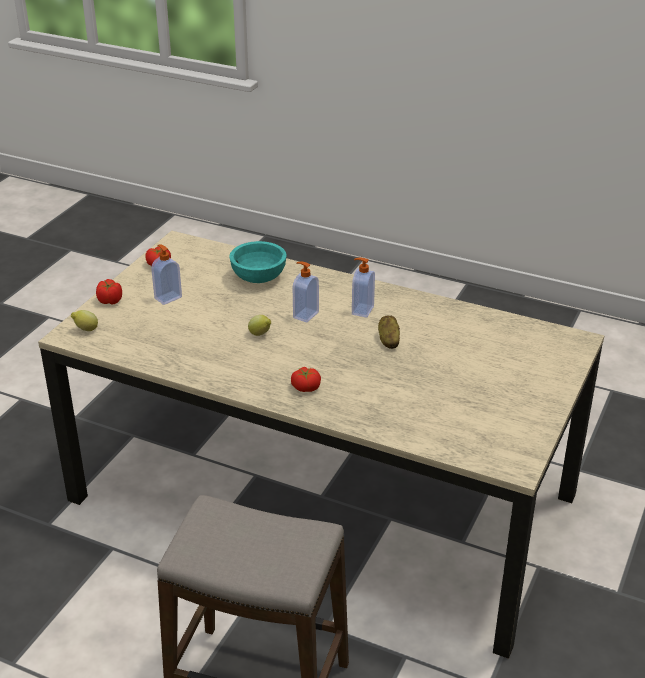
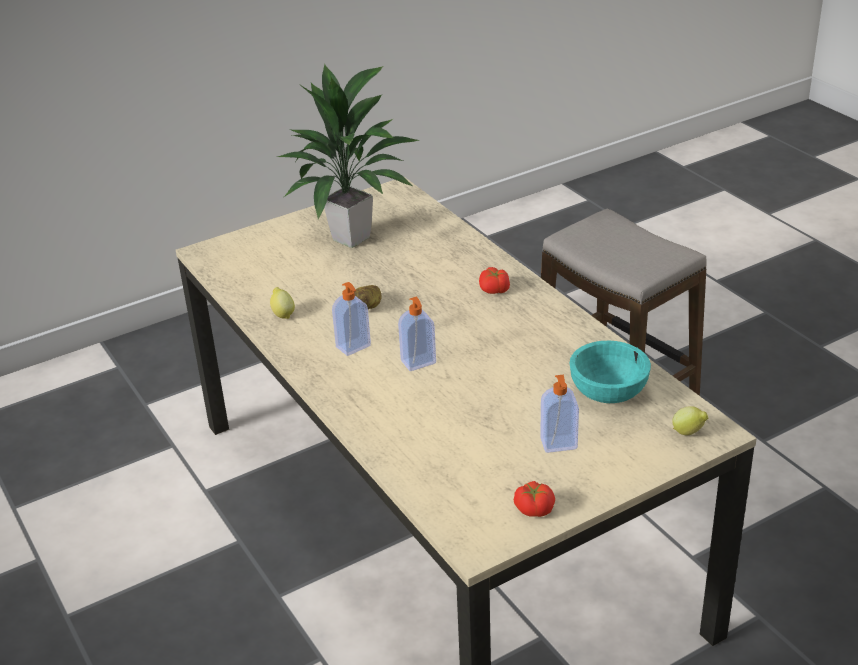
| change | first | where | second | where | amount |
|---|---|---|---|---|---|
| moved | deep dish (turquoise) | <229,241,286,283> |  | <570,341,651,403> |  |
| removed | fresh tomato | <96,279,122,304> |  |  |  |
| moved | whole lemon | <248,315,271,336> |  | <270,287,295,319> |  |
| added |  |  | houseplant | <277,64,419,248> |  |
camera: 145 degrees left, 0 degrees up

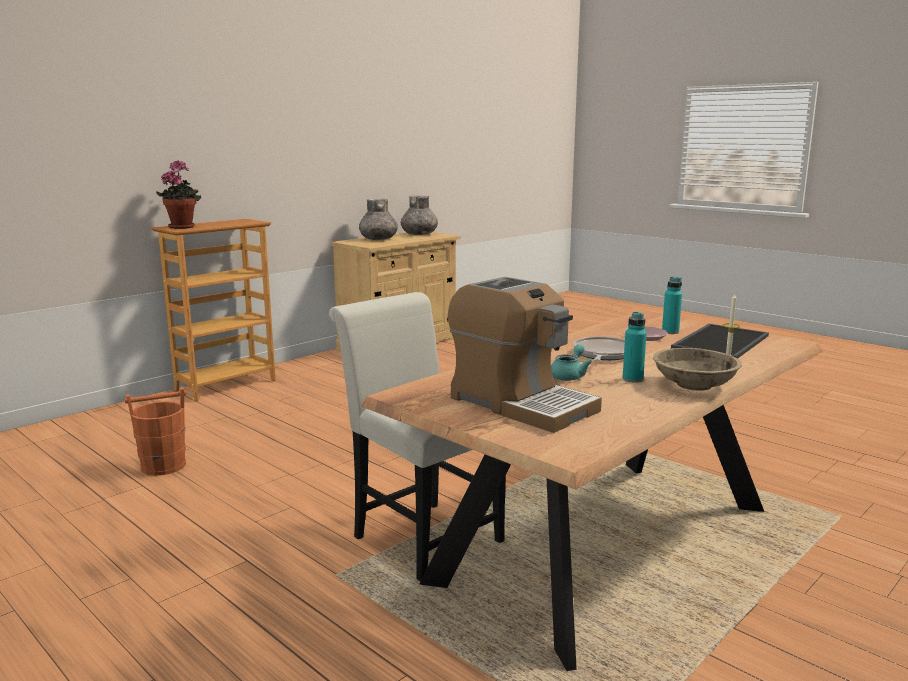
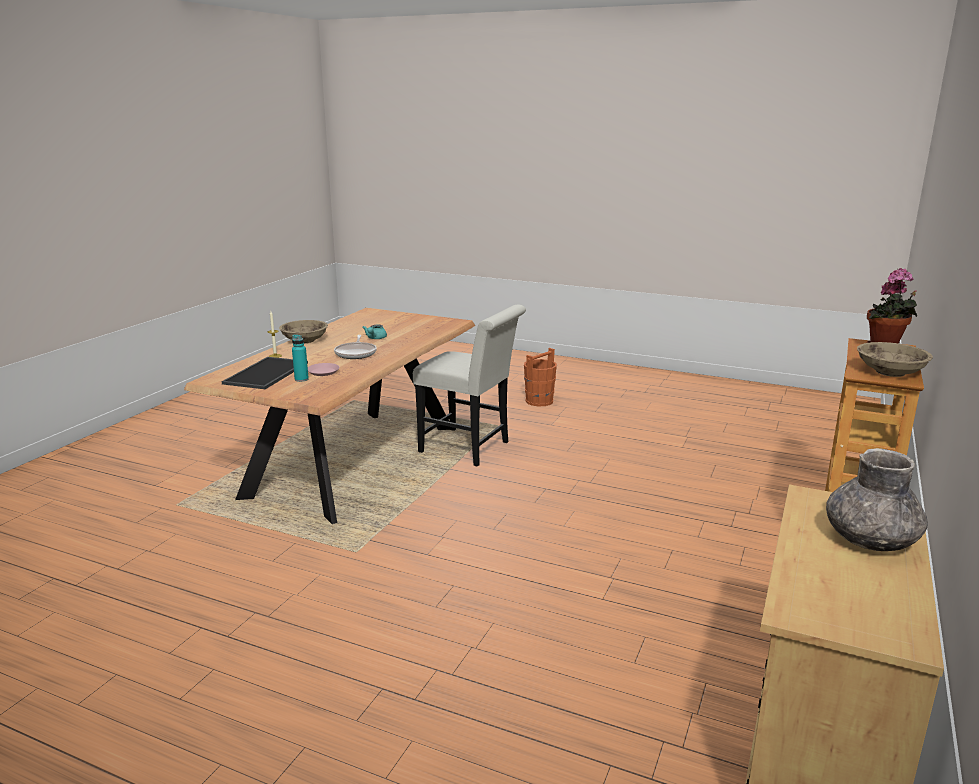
| change | first | where | second | where | amount |
|---|---|---|---|---|---|
| removed | decorative vase (gray) | <401,195,438,235> |  |  |  |
| removed | coffee brewer | <448,277,602,433> |  |  |  |
| removed | bottle (turquoise) | <622,312,647,383> |  |  |  |
| moved | bucket (orange) | <125,386,186,476> |  | <524,348,557,406> |  |
| added |  |  | deep dish (beige) | <857,342,933,377> |  |
camera: 160 degrees right, 5 degrees up

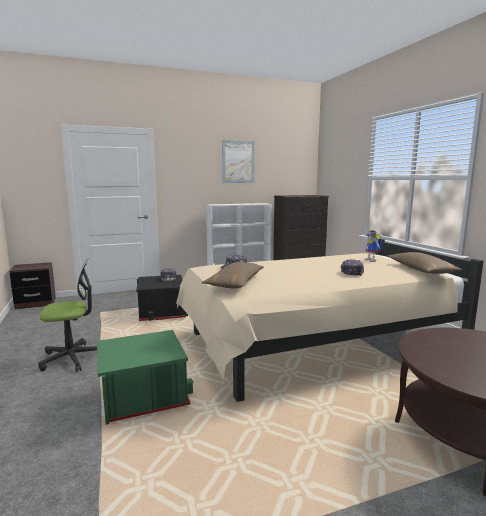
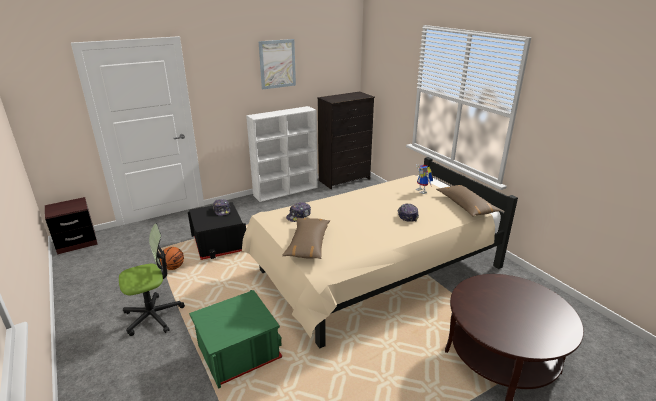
| change | first | where | second | where | amount |
|---|---|---|---|---|---|
| added |  |  | ball for basketball | <159,247,184,270> |  |
camera: 10 degrees left, 15 degrees up

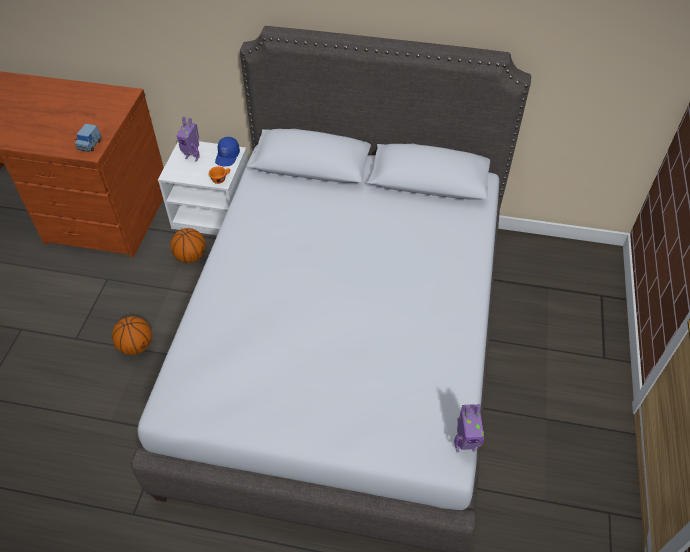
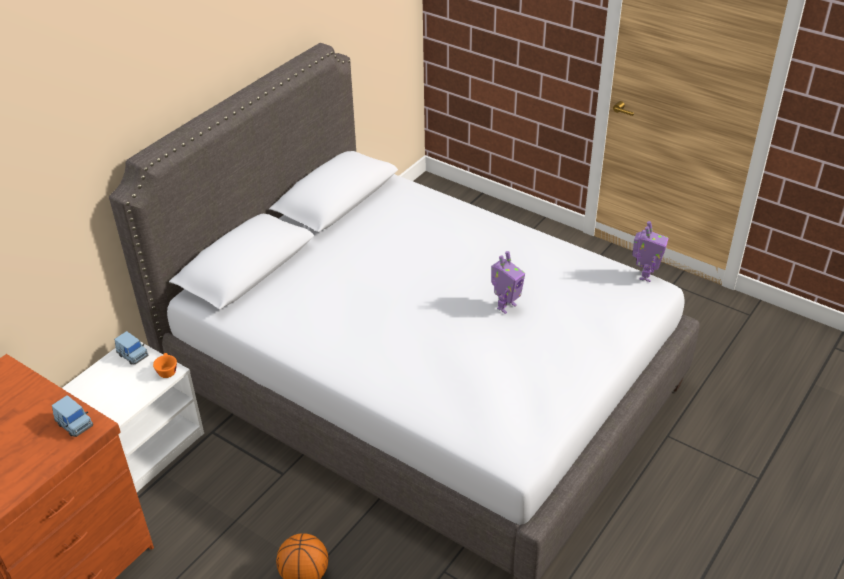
| change | first | where | second | where | amount |
|---|---|---|---|---|---|
| moved | model robot | <176,116,200,162> |  | <491,251,525,314> |  |
| replaced | baseball cap (blue-coloured) | <215,137,240,166> | model car (blue-coloured) | <114,331,148,365> |  |
| removed | ball for basketball | <170,228,206,263> |  |  |  |
camera: 65 degrees left, 10 degrees down

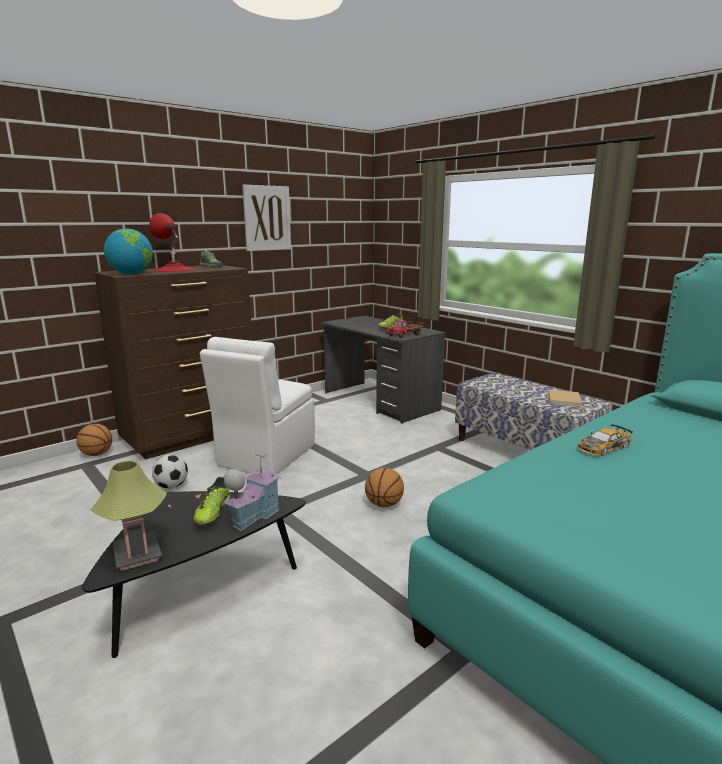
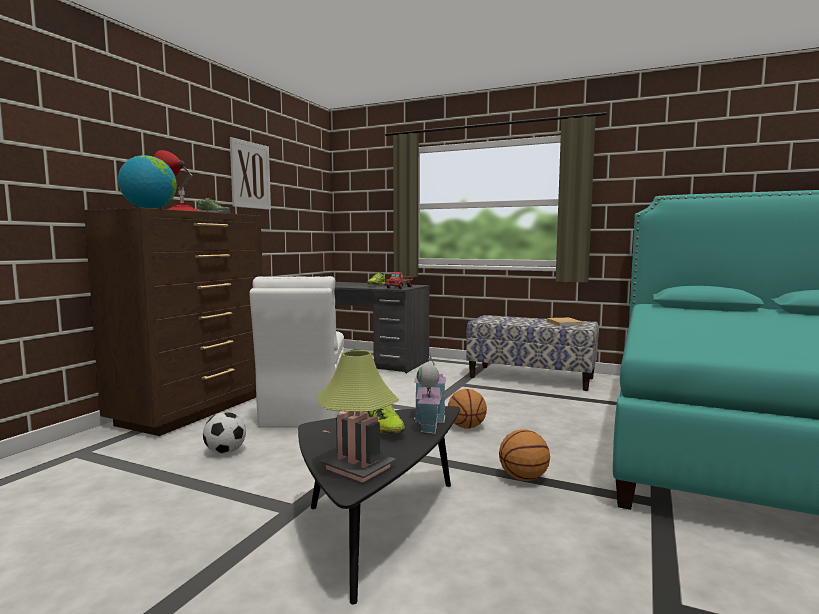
| change | first | where | second | where | amount |
|---|---|---|---|---|---|
| moved | ball for basketball | <76,424,112,456> |  | <499,429,550,481> |  |
| removed | model car | <577,424,633,456> |  |  |  |
camera: 25 degrees left, 10 degrees down

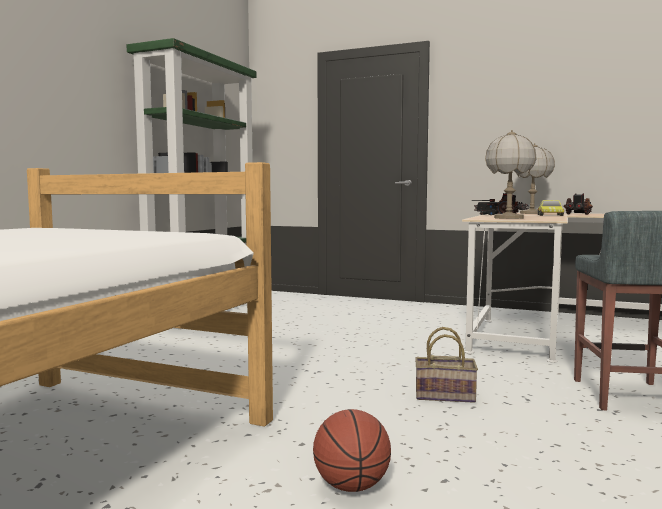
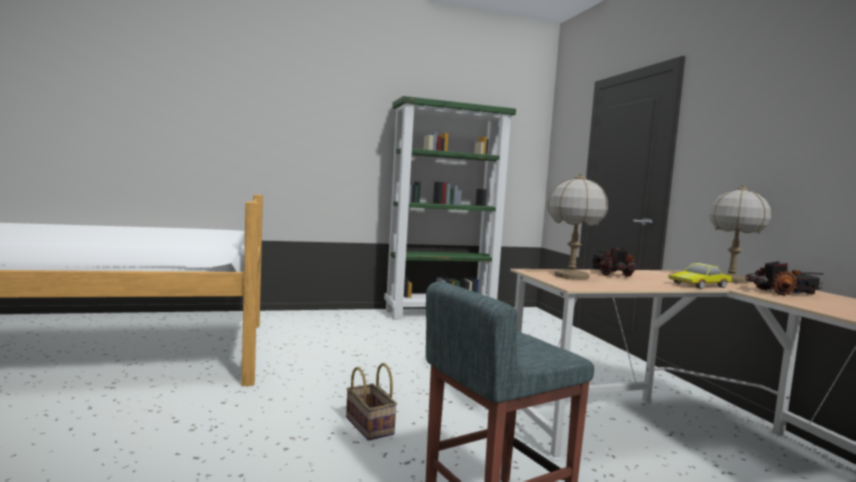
| change | first | where | second | where | amount |
|---|---|---|---|---|---|
| removed | ball for basketball | <313,409,391,492> |  |  |  |
camera: 50 degrees right, 0 degrees up

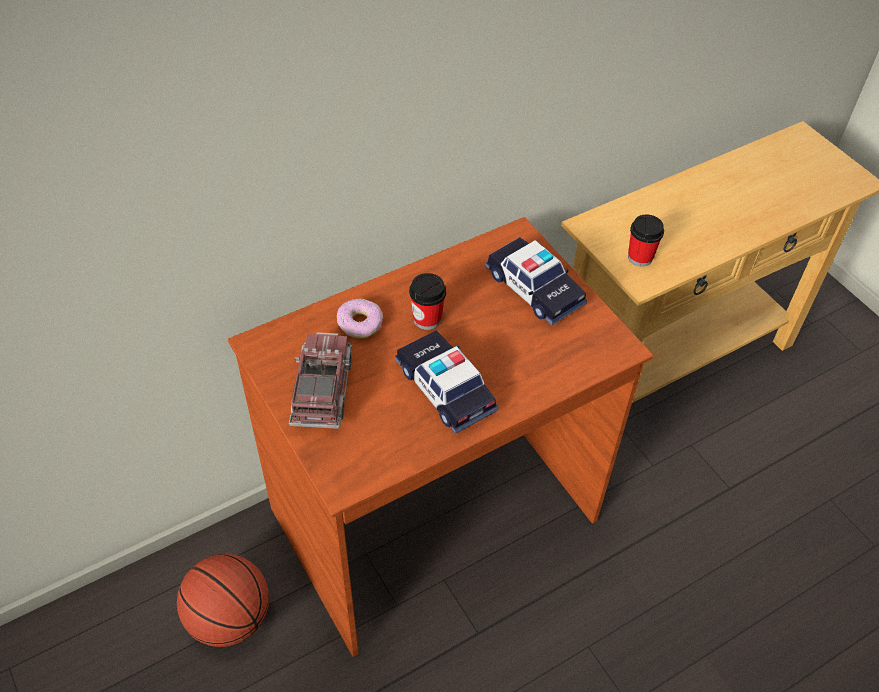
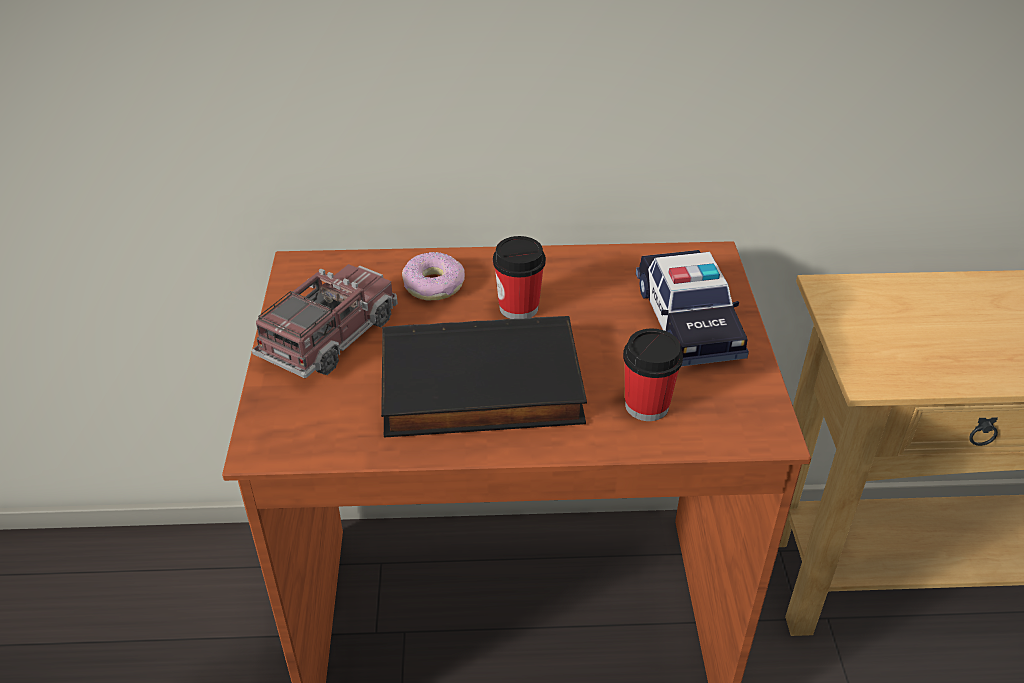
| change | first | where | second | where | amount |
|---|---|---|---|---|---|
| moved | small cup | <628,214,664,267> |  | <623,328,683,421> |  |
| replaced | model car | <395,331,498,434> | volume (black-coloured) | <381,316,587,438> |  |
| removed | ball for basketball | <177,554,269,647> |  |  |  |
camera: 30 degrees right, 10 degrees down

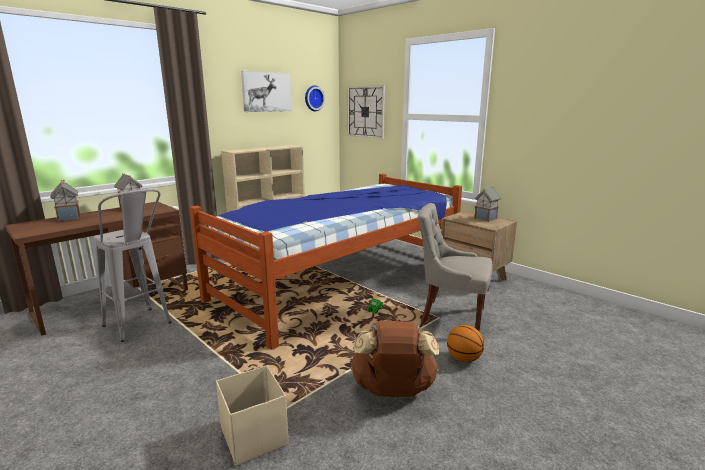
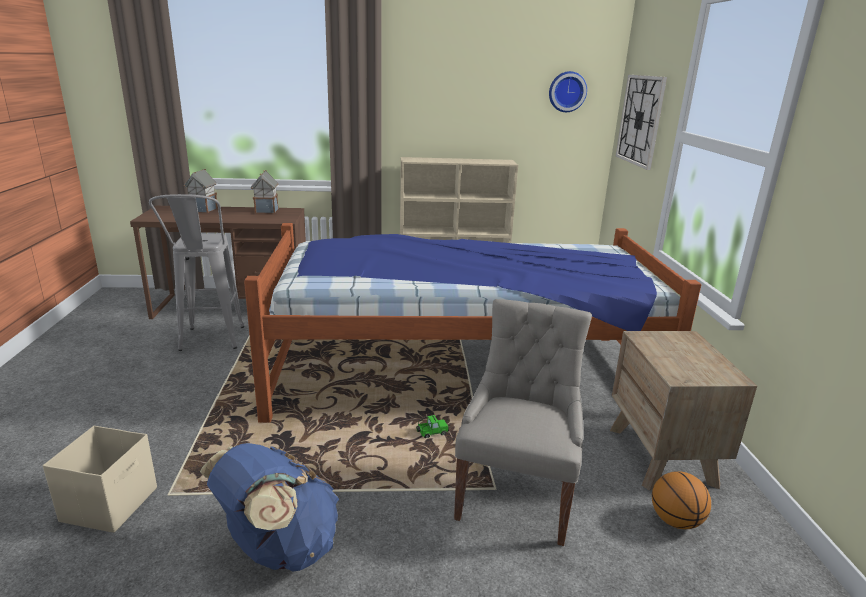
| change | first | where | second | where | amount |
|---|---|---|---|---|---|
| removed | picture | <241,71,292,112> |  |  |  |
| removed | miniature house | <474,186,501,222> |  |  |  |
| turned | chair (gray) | <418,203,493,332> |  | <454,299,592,546> | 45 degrees clockwise |
| recoloured | backpack (brown) | <350,321,439,397> | backpack (blue-coloured) | <200,443,339,571> |  |
| moved | ball for basketball | <447,325,484,362> |  | <652,471,711,529> |  |
camera: 40 degrees right, 5 degrees up

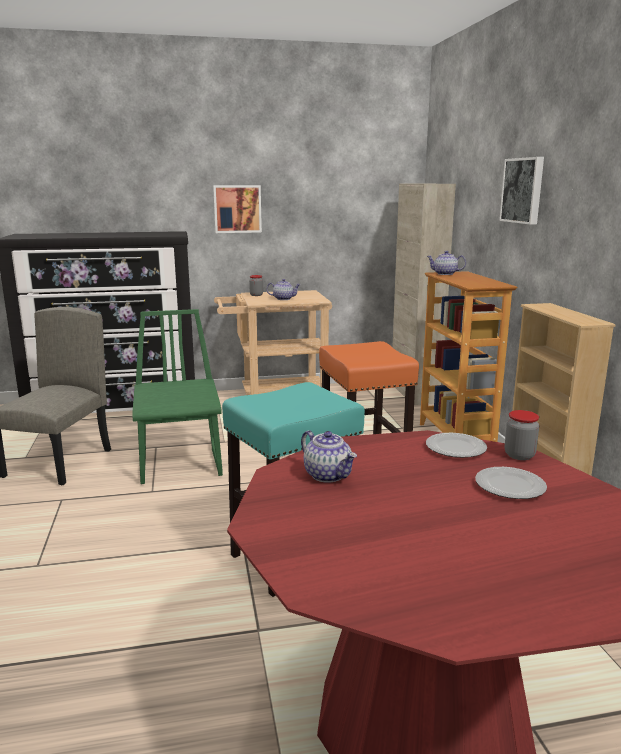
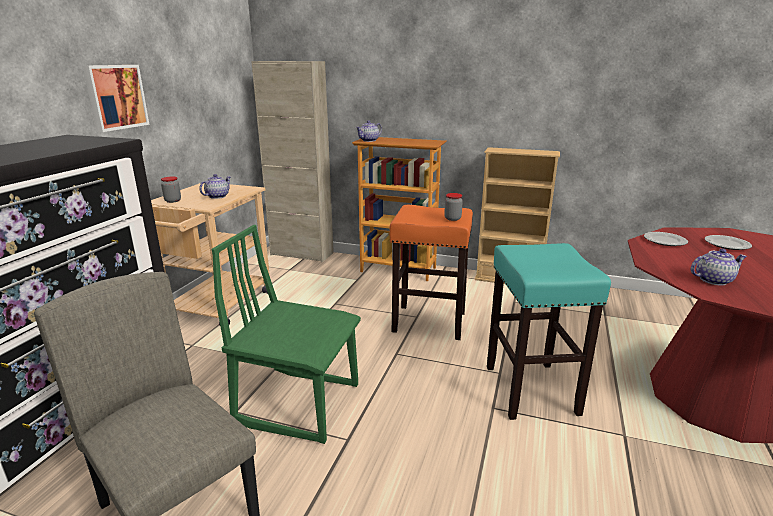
| change | first | where | second | where | amount |
|---|---|---|---|---|---|
| removed | picture | <499,157,544,225> |  |  |  |
| moved | jar | <505,410,539,460> |  | <444,193,463,221> |  |
camera: 60 degrees left, 5 degrees up

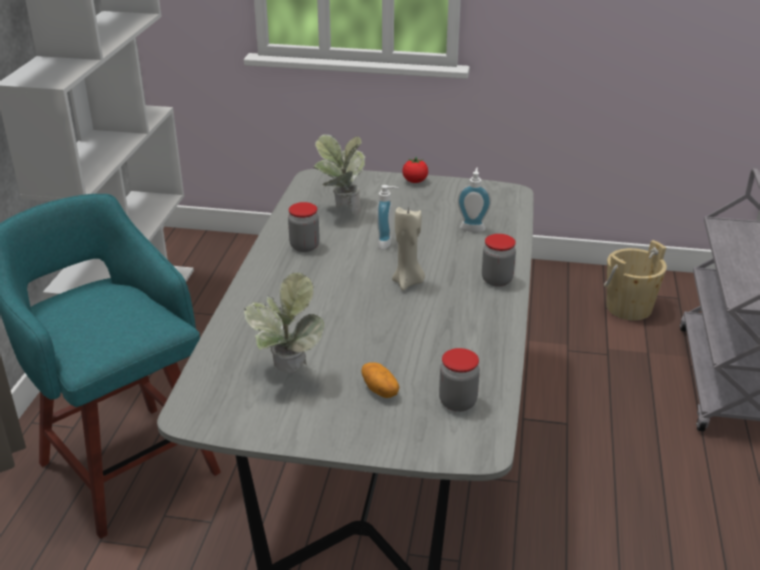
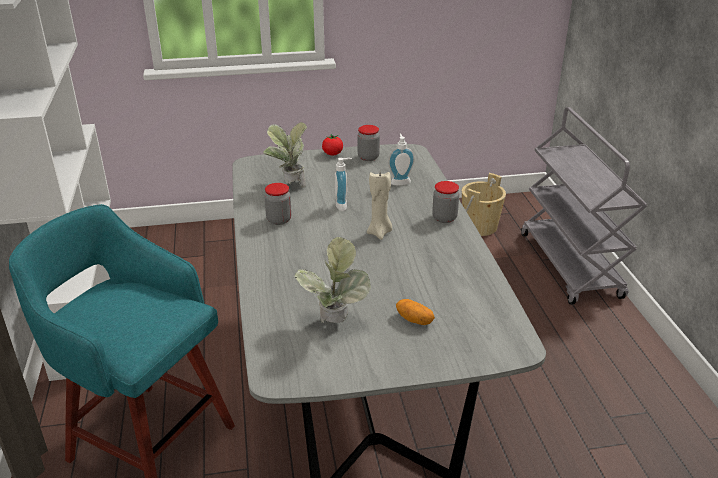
| change | first | where | second | where | amount |
|---|---|---|---|---|---|
| moved | jar | <439,348,480,412> |  | <358,125,380,161> |  |
camera: 20 degrees left, 0 degrees up

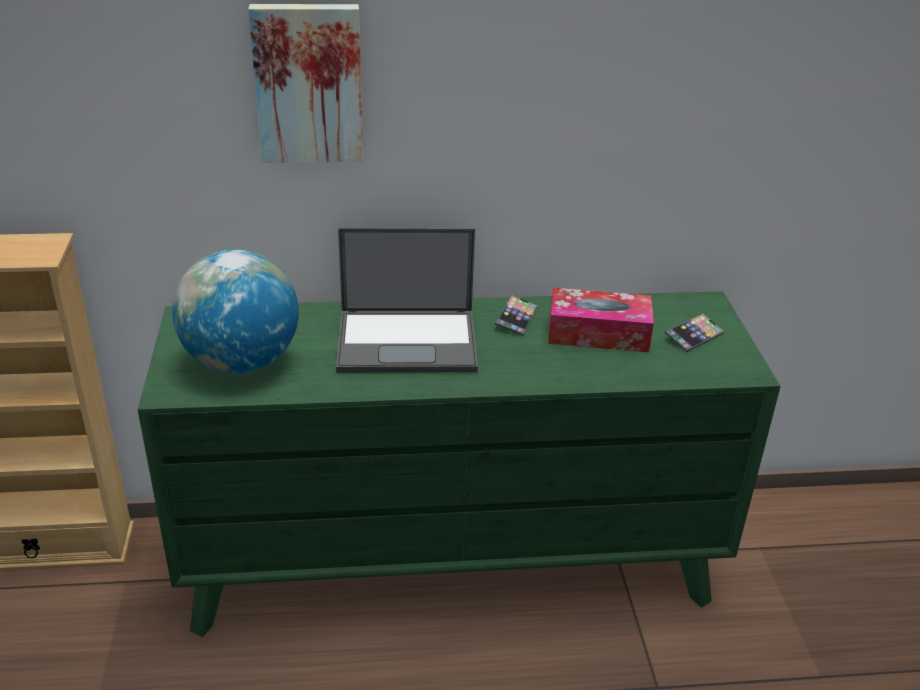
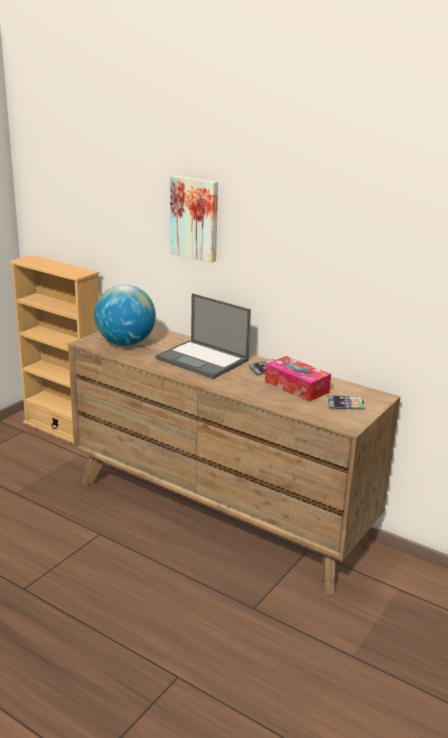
| change | first | where | second | where | amount |
|---|---|---|---|---|---|
| recoloured | dresser (greenish) | <138,291,781,637> | dresser (brown) | <68,326,400,594> |  |
camera: 40 degrees right, 10 degrees down

